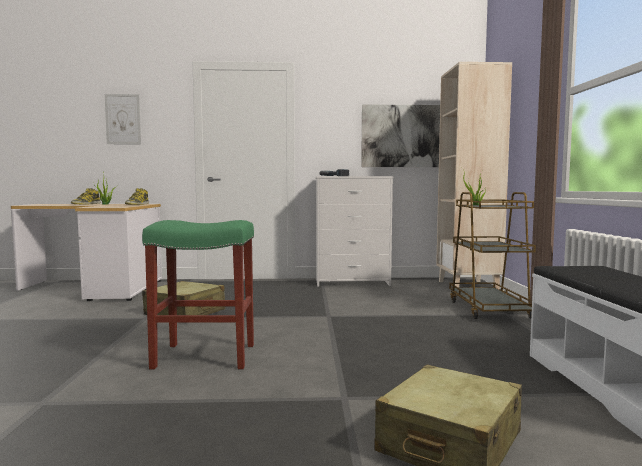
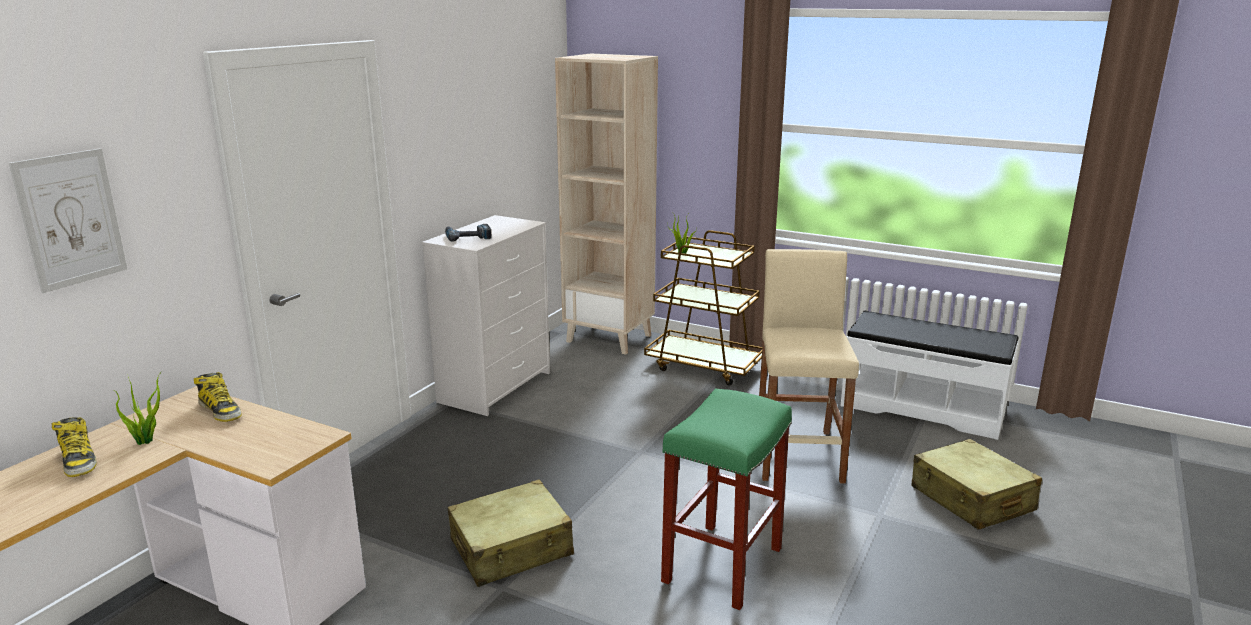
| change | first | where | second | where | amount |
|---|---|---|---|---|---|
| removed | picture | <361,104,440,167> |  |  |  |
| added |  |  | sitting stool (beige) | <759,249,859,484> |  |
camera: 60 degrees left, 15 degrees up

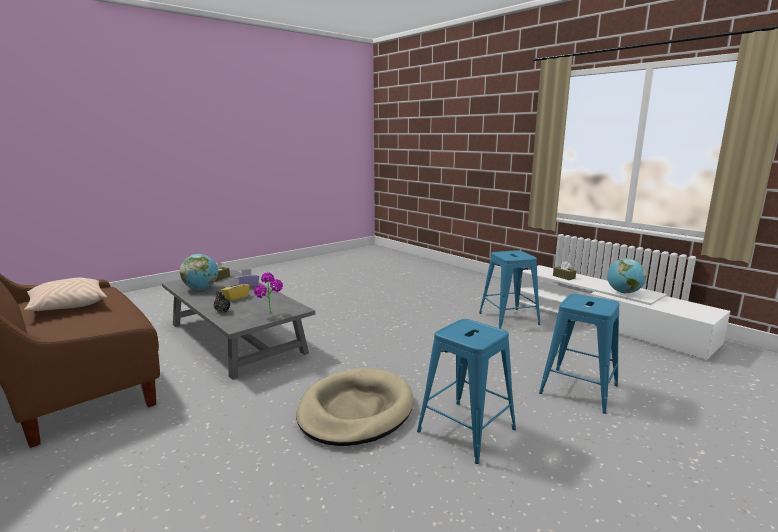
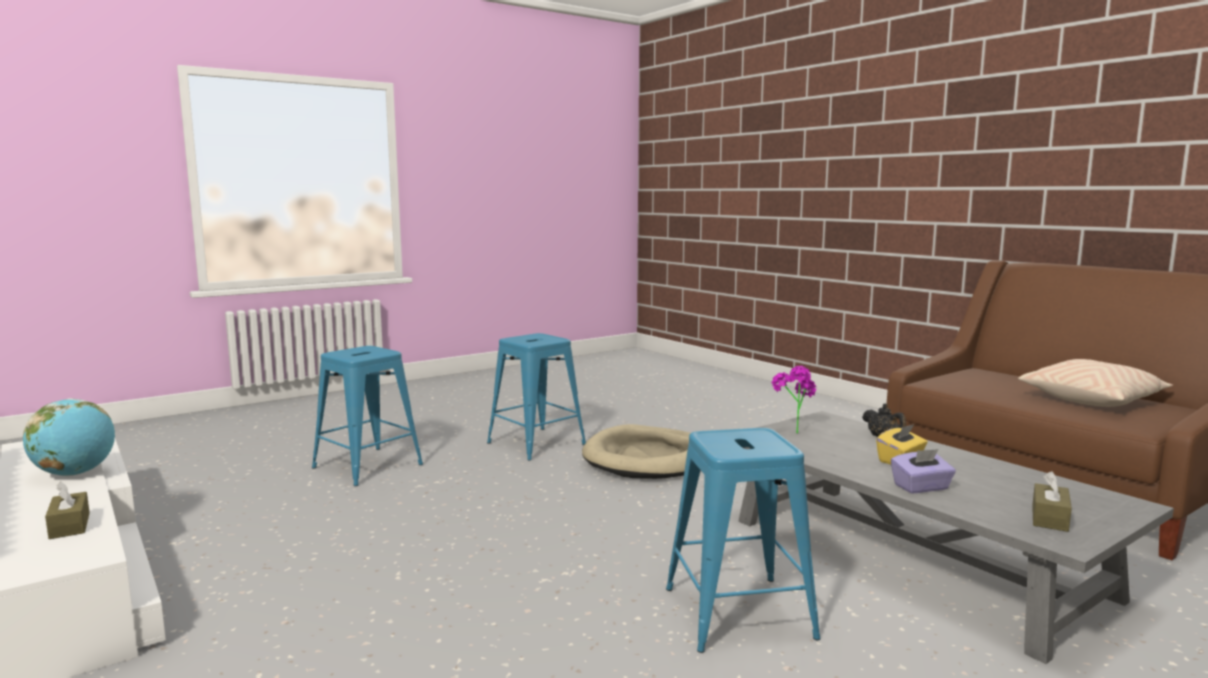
| change | first | where | second | where | amount |
|---|---|---|---|---|---|
| moved | sitting stool (blue-coloured) | <479,250,541,329> |  | <666,428,820,653> |  |
| removed | desk globe | <180,254,218,290> |  |  |  |
camera: 175 degrees left, 5 degrees down

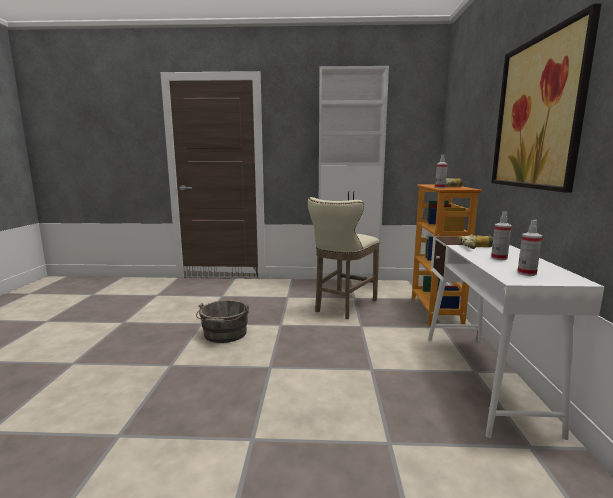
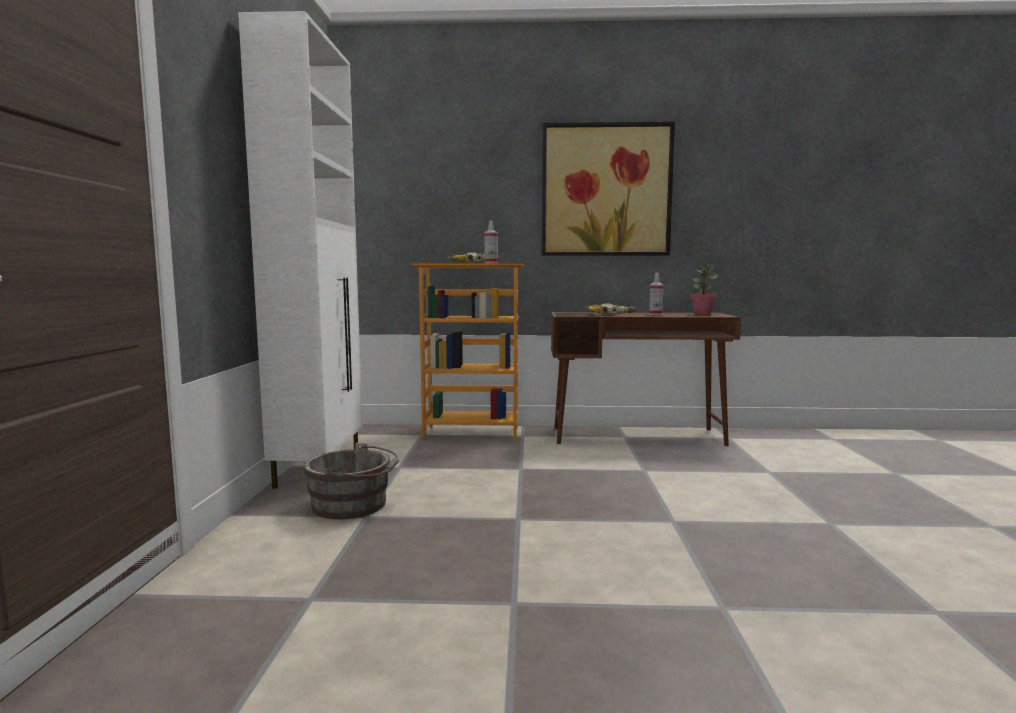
| change | first | where | second | where | amount |
|---|---|---|---|---|---|
| removed | sitting stool (beige) | <308,197,380,319> |  |  |  |
| replaced | spray bottle | <517,220,542,276> | houseplant | <689,264,718,315> |  |
| recoloured | desk (whitish) | <428,236,604,440> | desk (brown) | <551,312,741,446> |  |
| moved | bucket (gray) | <196,300,249,343> |  | <304,443,399,520> |  |
camera: 90 degrees left, 5 degrees down

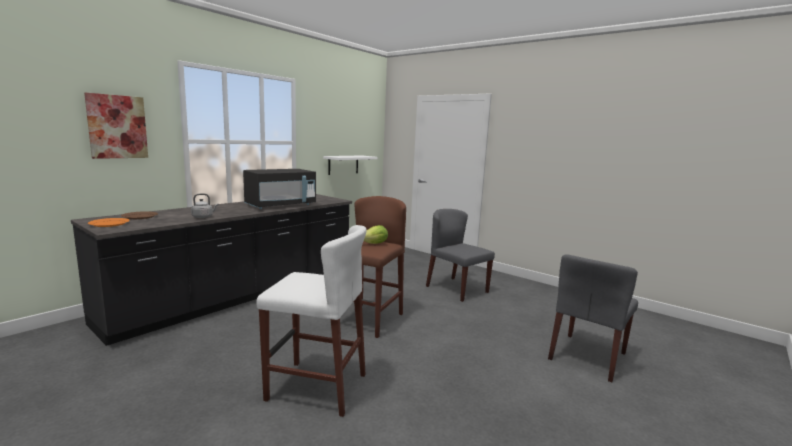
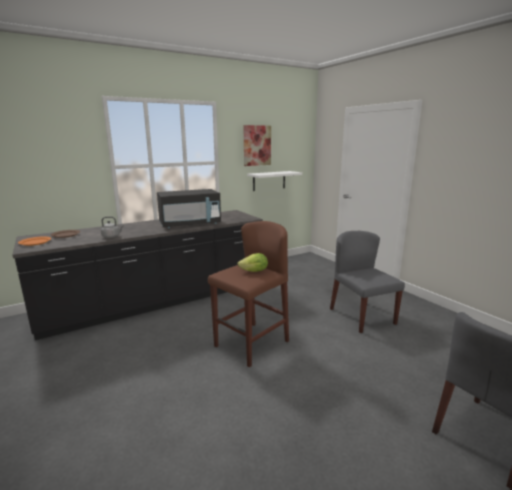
| change | first | where | second | where | amount |
|---|---|---|---|---|---|
| moved | picture | <84,92,148,159> |  | <243,125,271,166> |  |
| removed | sitting stool (whitish) | <256,225,367,417> |  |  |  |
camera: 20 degrees right, 5 degrees up

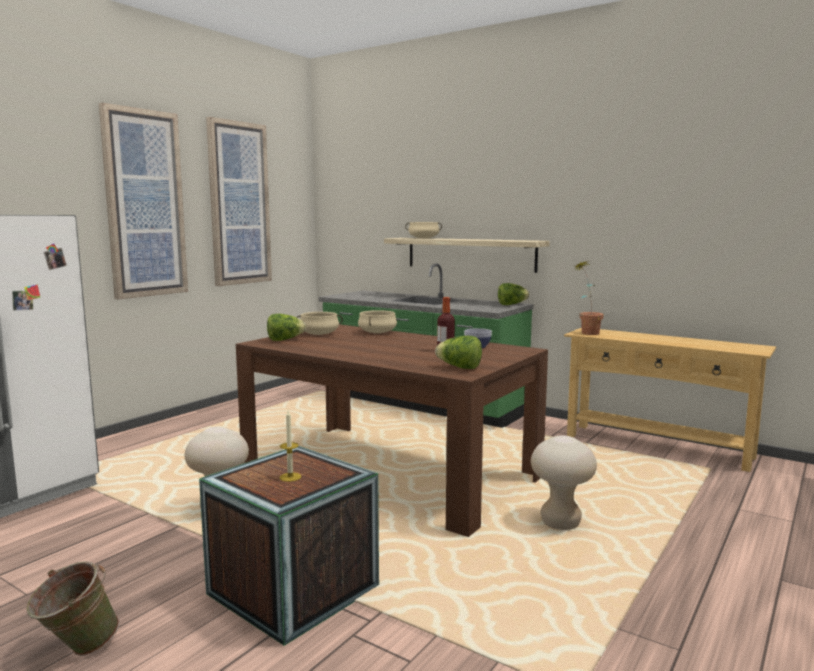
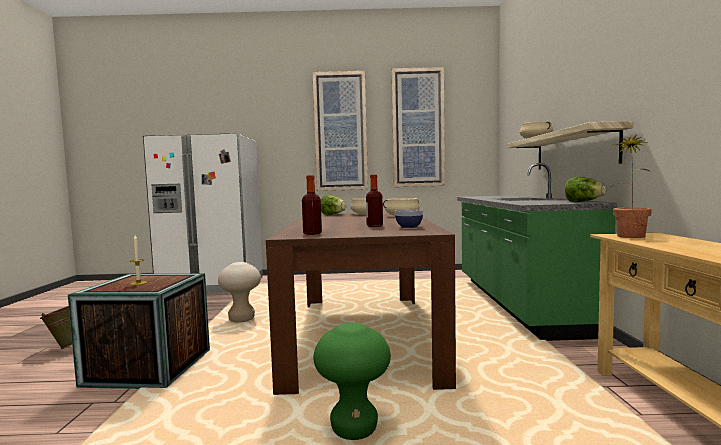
| change | first | where | second | where | amount |
|---|---|---|---|---|---|
| replaced | head of lettuce | <435,336,482,369> | bottle | <302,175,322,235> |  |
| recoloured | sitting stool (beige) | <531,436,597,530> | sitting stool (greenish) | <314,323,391,440> |  |
camera: 55 degrees right, 5 degrees down

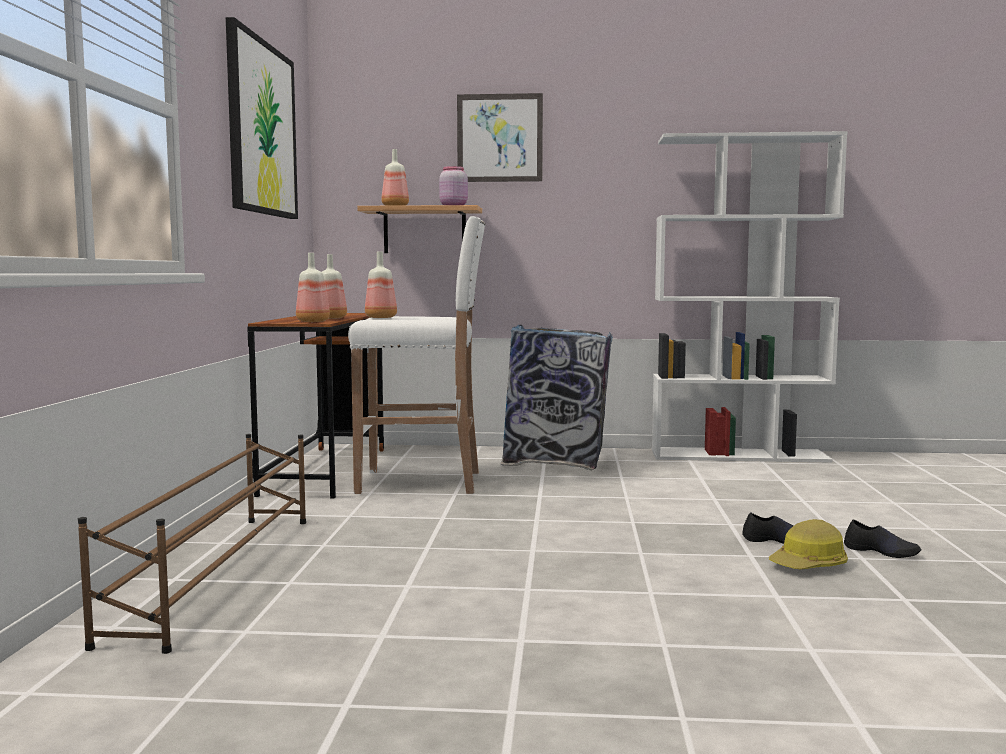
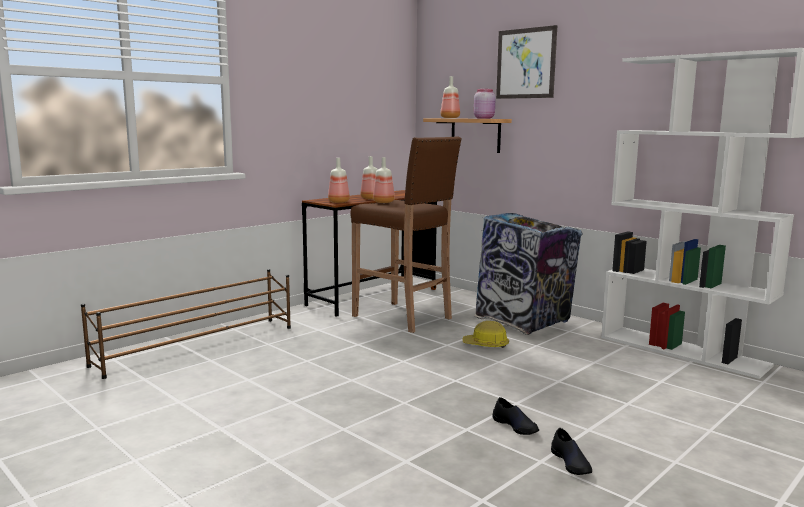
| change | first | where | second | where | amount |
|---|---|---|---|---|---|
| removed | picture | <226,17,298,219> |  |  |  |
| recoloured | sitting stool (whitish) | <348,216,486,494> | sitting stool (brown) | <350,136,462,333> |  |
| moved | safety helmet | <769,519,848,569> |  | <462,321,509,348> |  |
camera: 40 degrees right, 5 degrees up

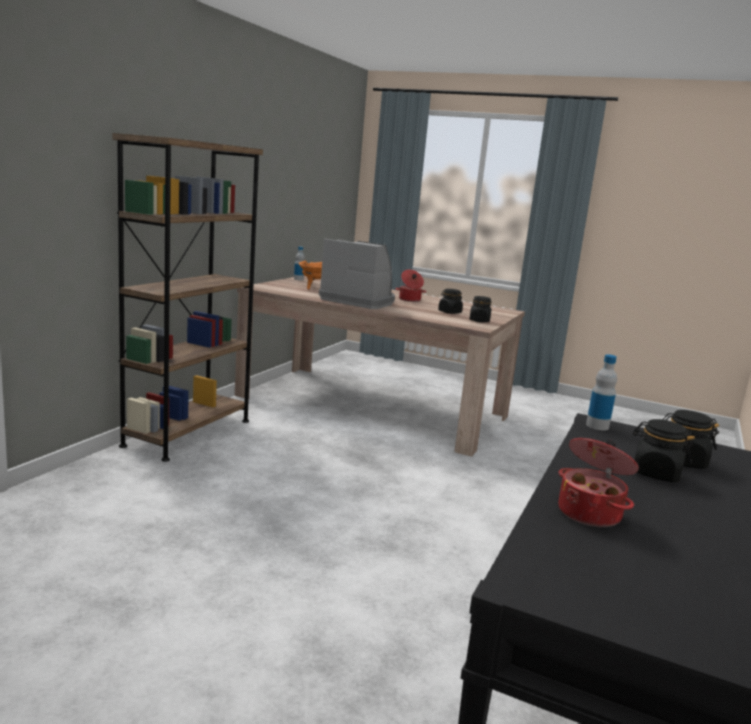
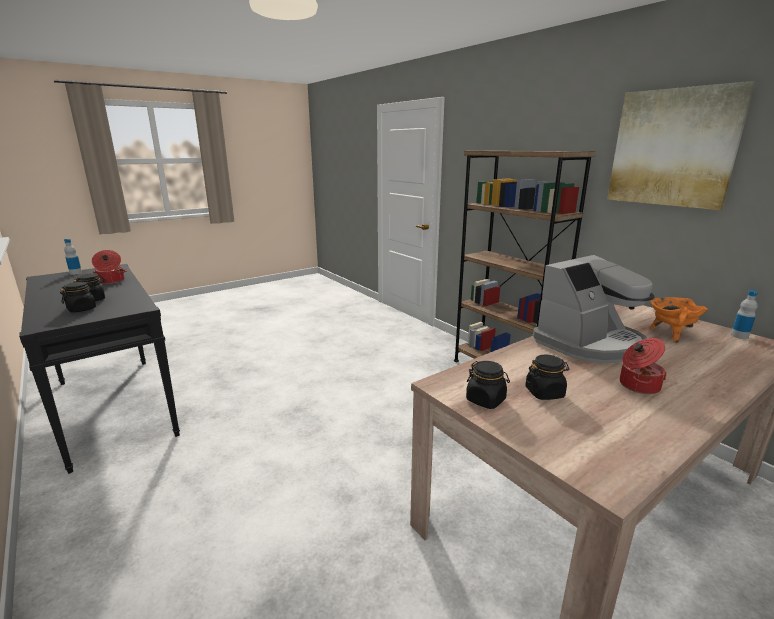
| change | first | where | second | where | amount |
|---|---|---|---|---|---|
| moved | bottle | <586,354,617,430> |  | <64,239,82,275> |  |
| added |  |  | picture | <607,81,755,210> |  |
camera: 120 degrees right, 5 degrees up

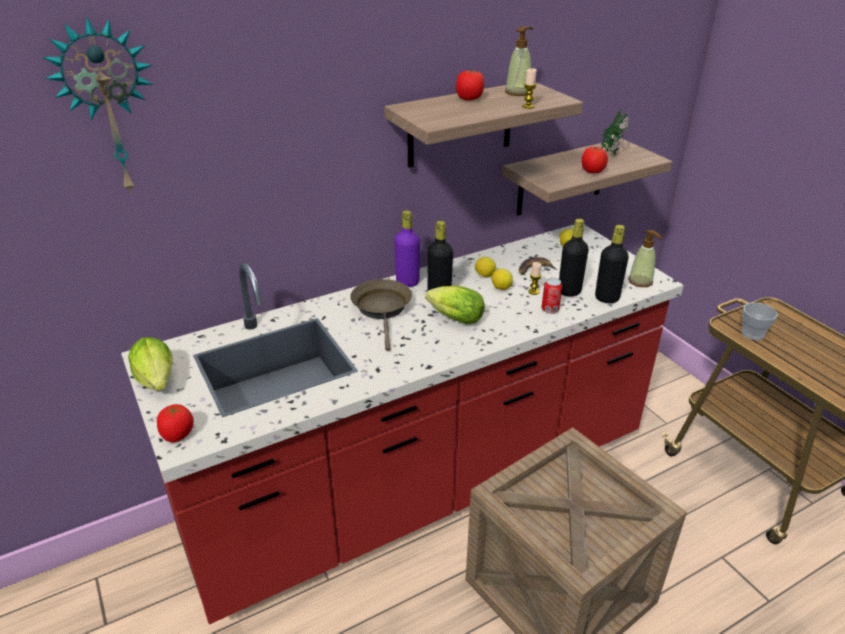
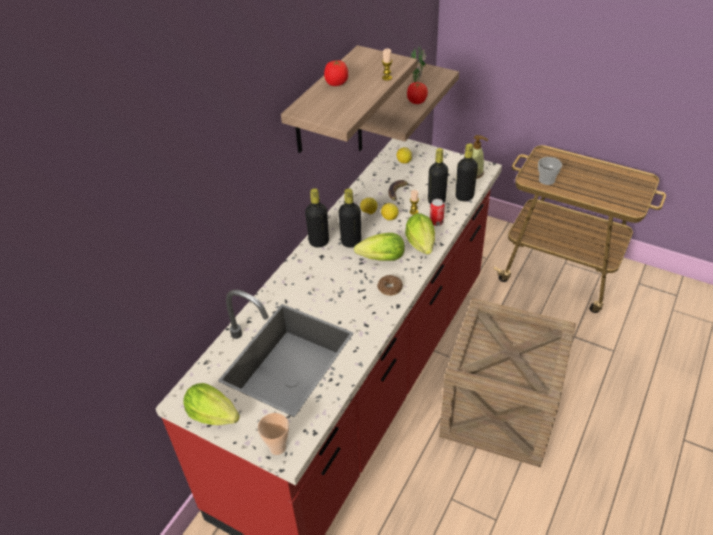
| change | first | where | second | where | amount |
|---|---|---|---|---|---|
| removed | hanging clock | <42,16,153,194> |  |  |  |
| removed | soap dispenser | <505,26,533,96> |  |  |  |
| recoloured | bottle (purplish) | <394,210,420,287> | bottle (black-coloured) | <305,188,329,247> |  |
| removed | skillet (brown) | <350,279,412,351> |  |  |  |
| replaced | fresh tomato | <157,404,194,442> | small cup | <258,413,289,455> |  |
| added |  |  | head of lettuce | <405,213,435,255> |  |
| added |  |  | doughnut | <377,275,403,296> |  |
camera: 30 degrees left, 10 degrees up

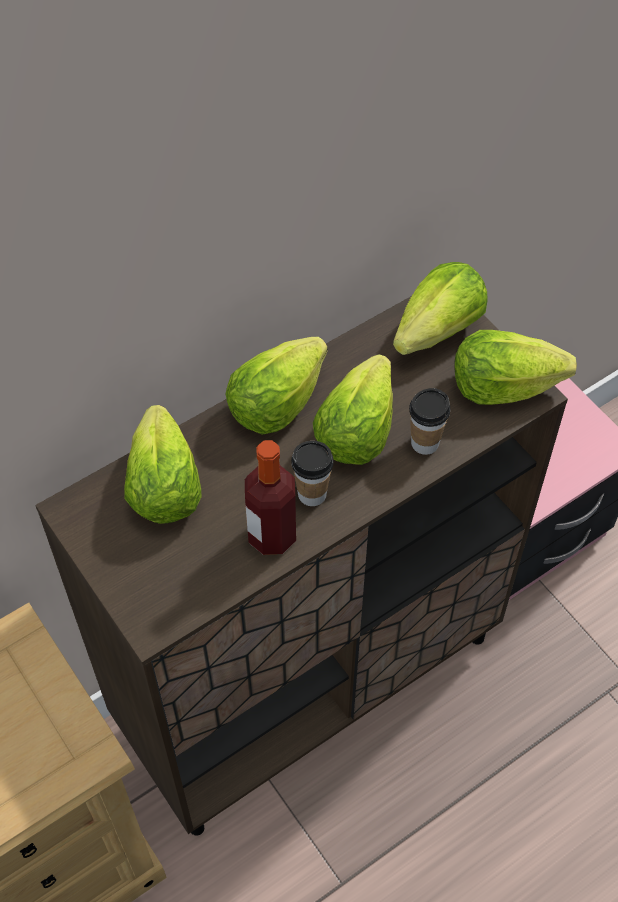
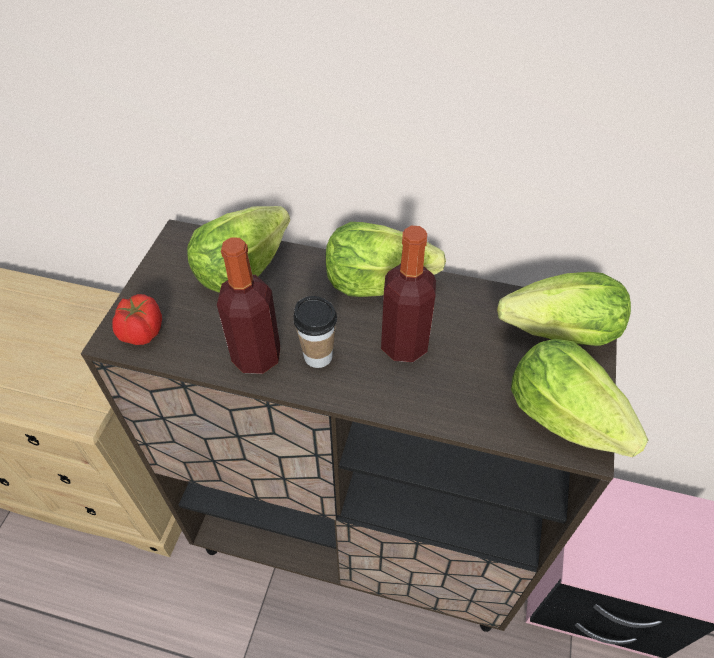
| change | first | where | second | where | amount |
|---|---|---|---|---|---|
| replaced | head of lettuce | <313,354,393,465> | bottle | <381,226,436,362> |  |
| removed | small cup | <409,388,450,455> |  |  |  |
| added |  |  | fresh tomato | <112,294,162,345> |  |
camera: 50 degrees right, 5 degrees down

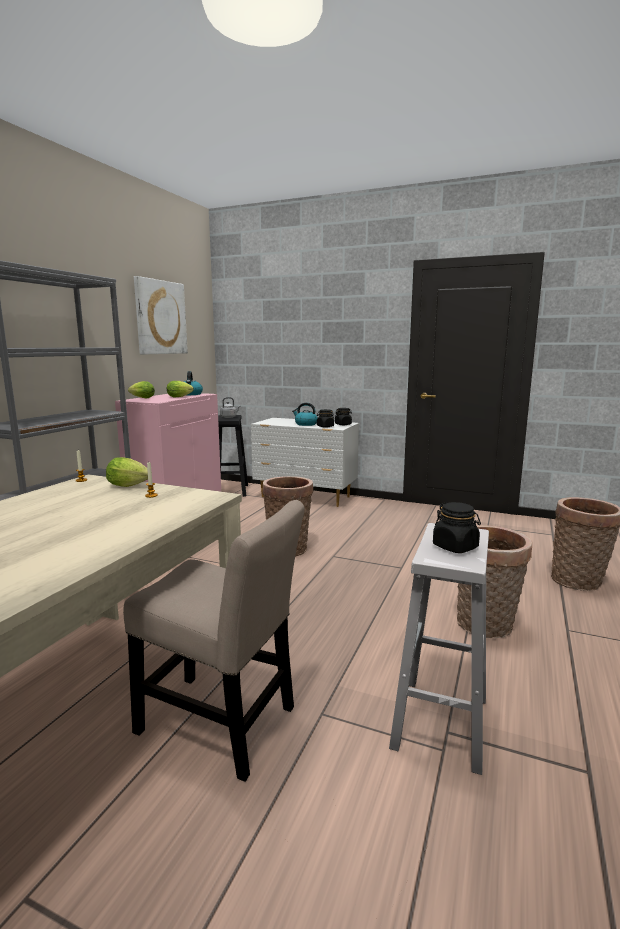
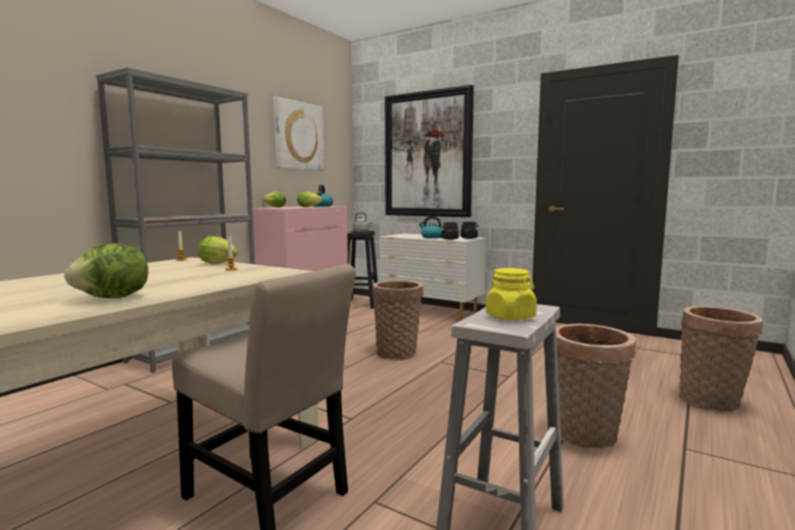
| change | first | where | second | where | amount |
|---|---|---|---|---|---|
| recoloured | jar (black-coloured) | <433,502,481,553> | jar (yellow-coloured) | <486,268,537,320> |  |
| added |  |  | picture | <385,85,474,217> |  |
| added |  |  | head of lettuce | <64,243,148,298> |  |
camera: 10 degrees right, 5 degrees down

